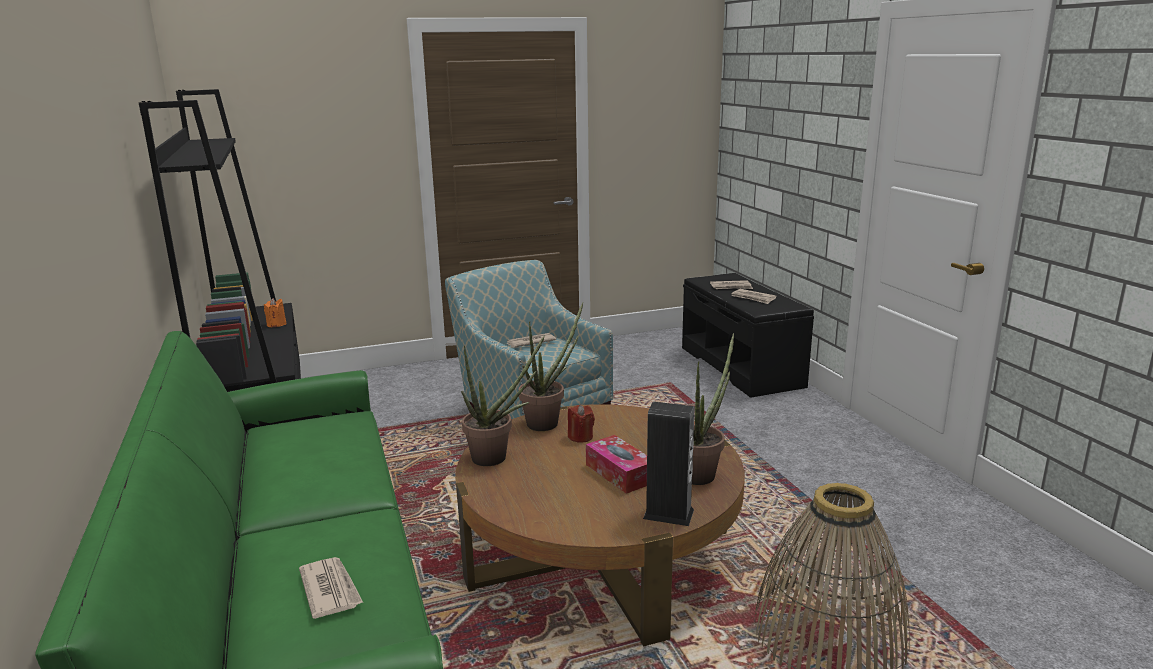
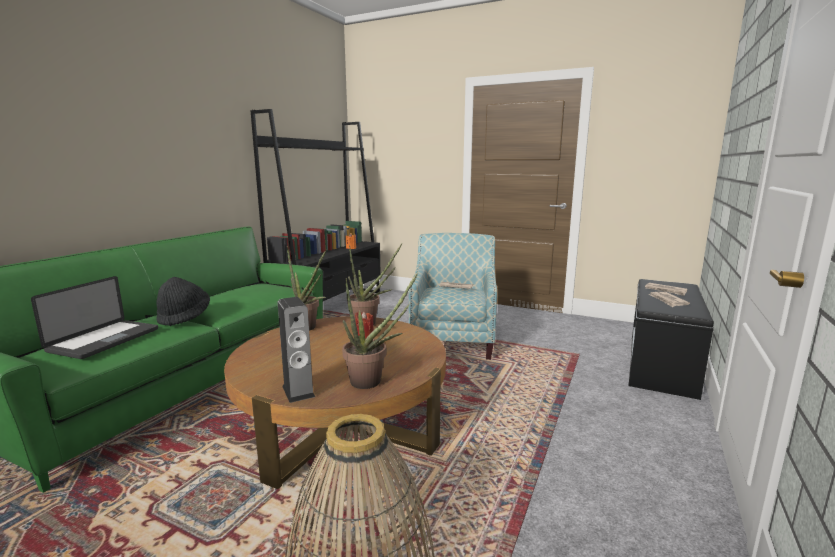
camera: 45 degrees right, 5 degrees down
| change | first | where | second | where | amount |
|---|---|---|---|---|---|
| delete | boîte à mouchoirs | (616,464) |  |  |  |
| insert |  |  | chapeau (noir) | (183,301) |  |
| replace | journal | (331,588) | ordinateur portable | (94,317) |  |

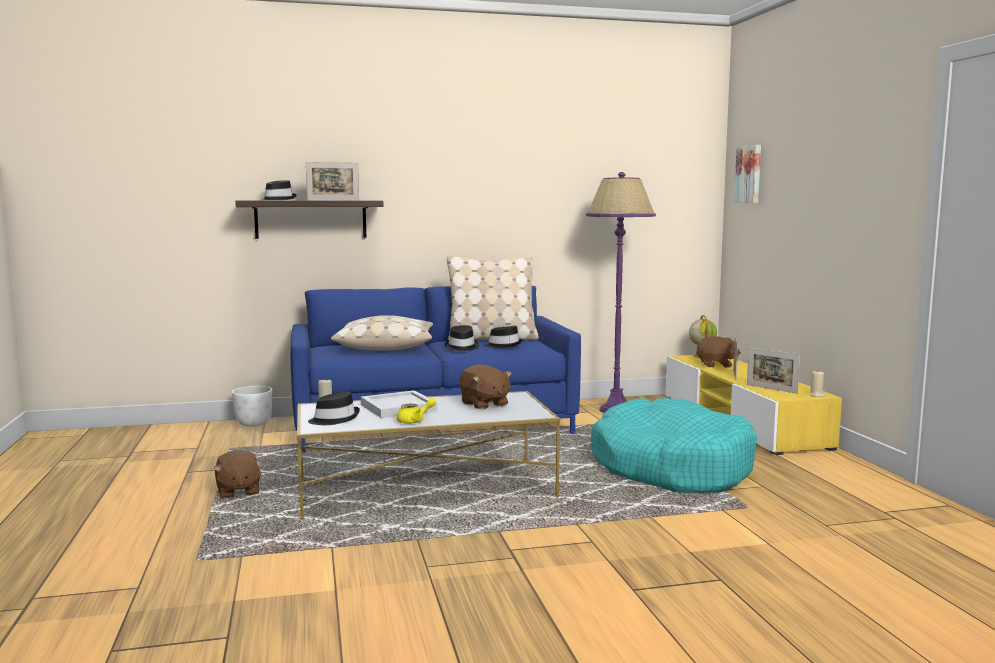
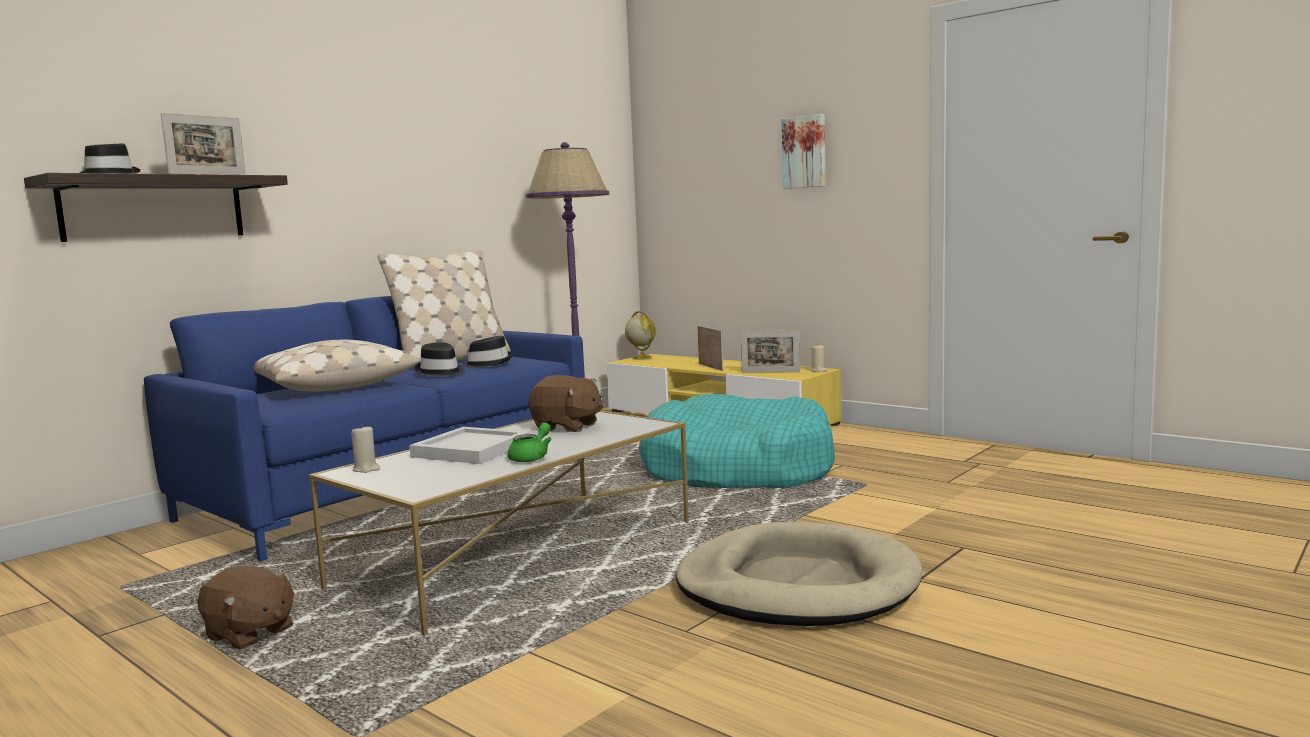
camera: 35 degrees left, 0 degrees up
| change | first | where | second | where | amount |
|---|---|---|---|---|---|
| delete | cache-pot (blanc) | (252,406) |  |  |  |
| delete | chapeau (noir) | (334,408) |  |  |  |
| delete | peluche (marron) | (718,352) |  |  |  |
| insert |  |  | panier pour chien (beige) | (799,574) |  |
| move | tableau | (747,174) |  | (803,151) |  |
| recolor | théière (jaune) | (416,411) | théière (vert) | (529,442) |  |

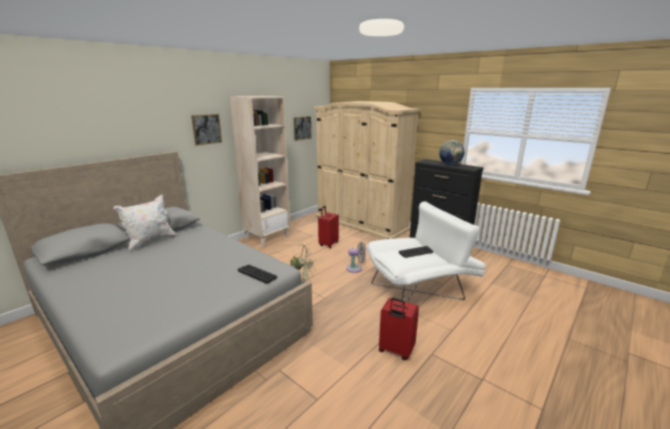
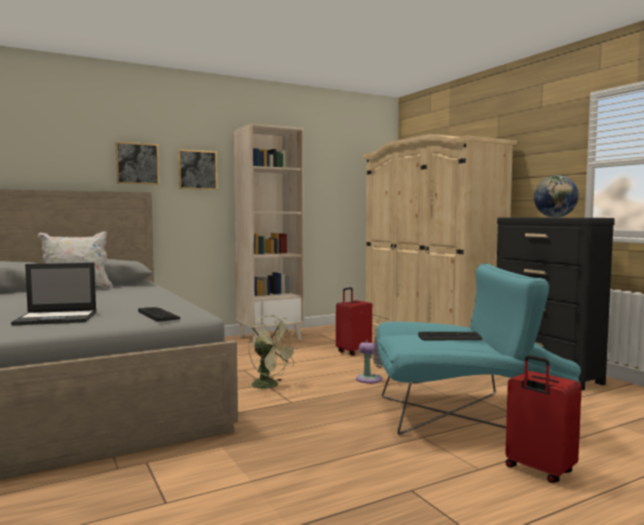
camera: 20 degrees right, 15 degrees down
| change | first | where | second | where | amount |
|---|---|---|---|---|---|
| insert |  |  | ordinateur portable | (53,294) |  |
| move | tableau | (302,128) |  | (137,163) |  |
| move | valise (rouge) | (399,329) |  | (543,419) |  |
| recolor | fauteuil (blanc) | (426,252) | fauteuil (turquoise) | (478,349) |  |

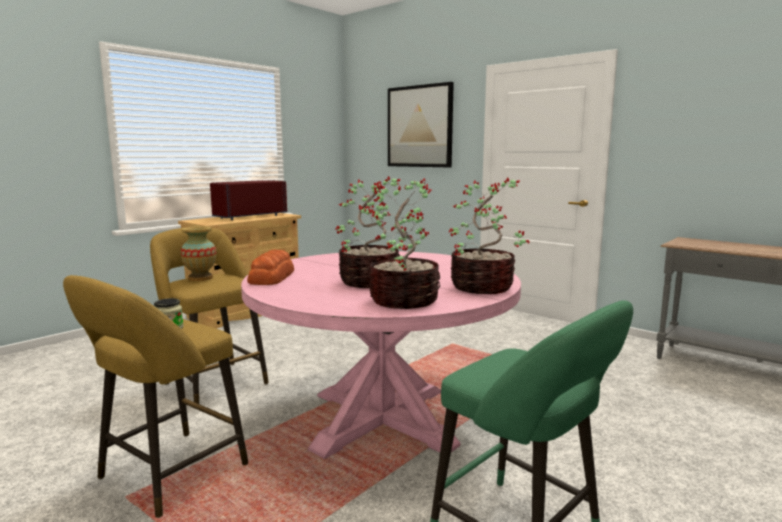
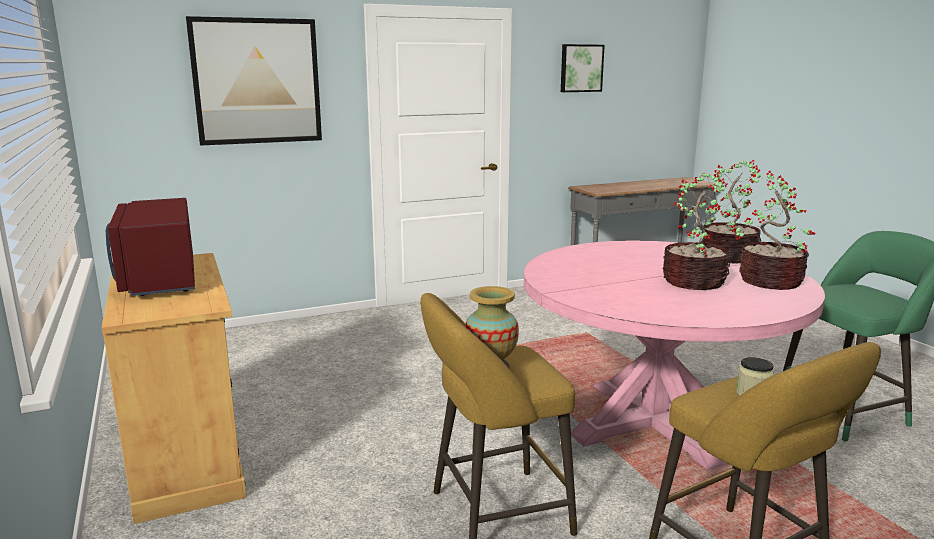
camera: 65 degrees left, 5 degrees up
| change | first | where | second | where | amount |
|---|---|---|---|---|---|
| delete | pain | (270,267) |  |  |  |
| insert |  |  | tableau | (583,68) |  |

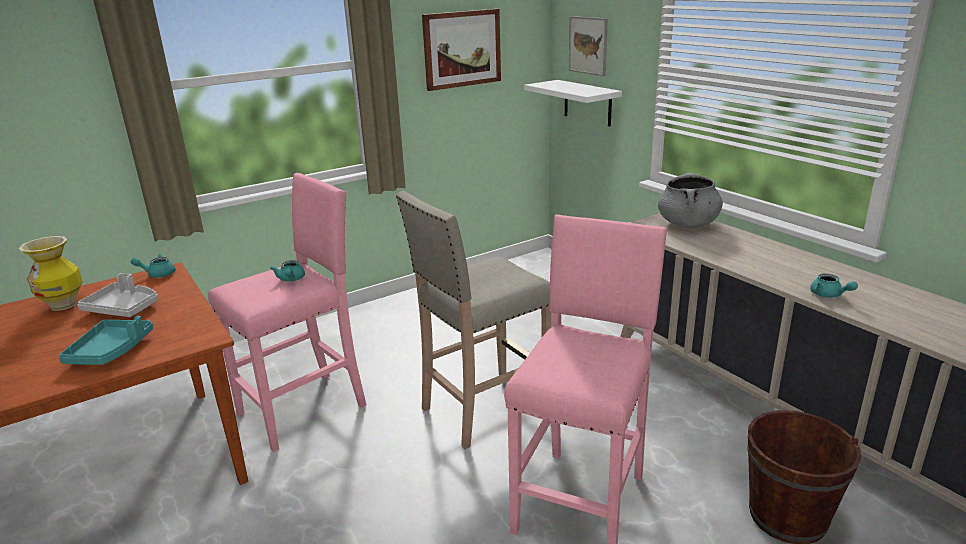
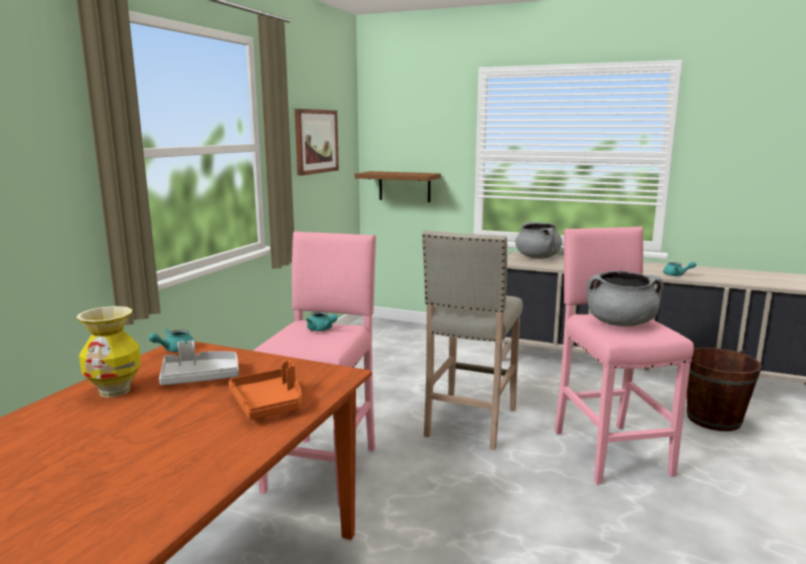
camera: 35 degrees left, 10 degrees down
| change | first | where | second | where | amount |
|---|---|---|---|---|---|
| delete | tableau | (588,46) |  |  |  |
| insert |  |  | marmite (gris) | (625,298) |  |
| recolor | plateau (turquoise) | (106,340) | plateau (orange) | (265,390) |  |
| recolor | étagère (blanc) | (573,103) | étagère (marron) | (398,186) |  |

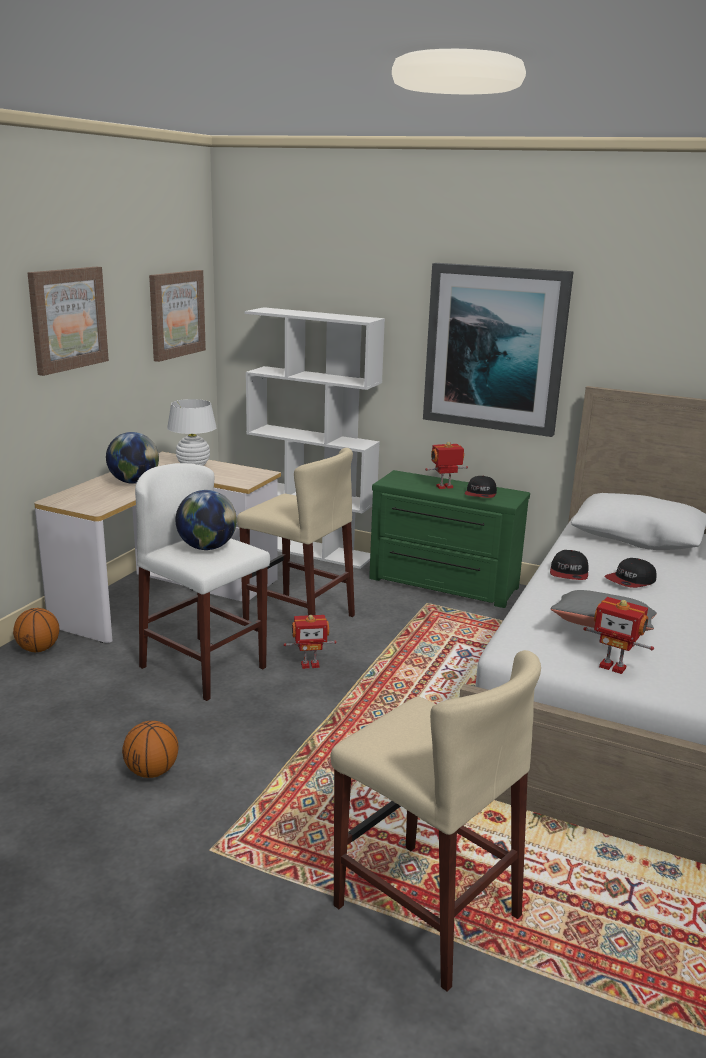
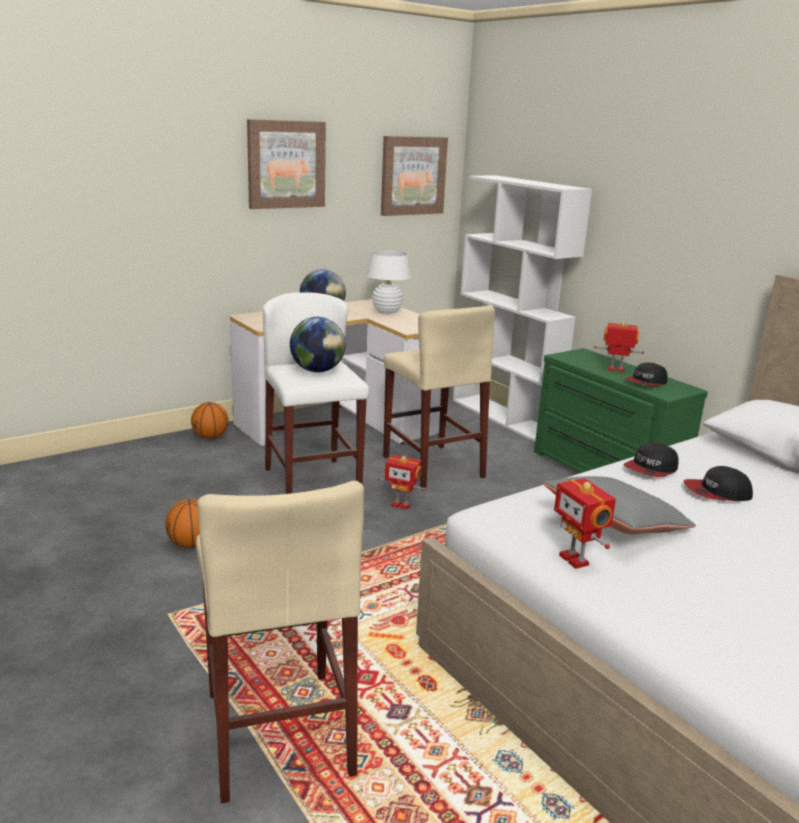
camera: 30 degrees right, 0 degrees up
| change | first | where | second | where | amount |
|---|---|---|---|---|---|
| delete | tableau | (498,350) |  |  |  |

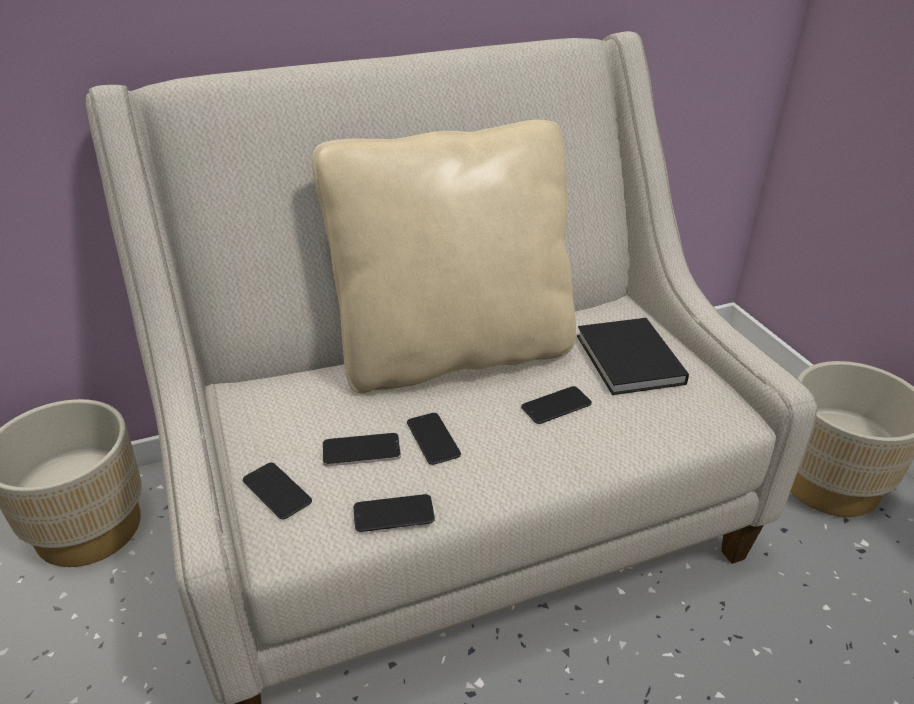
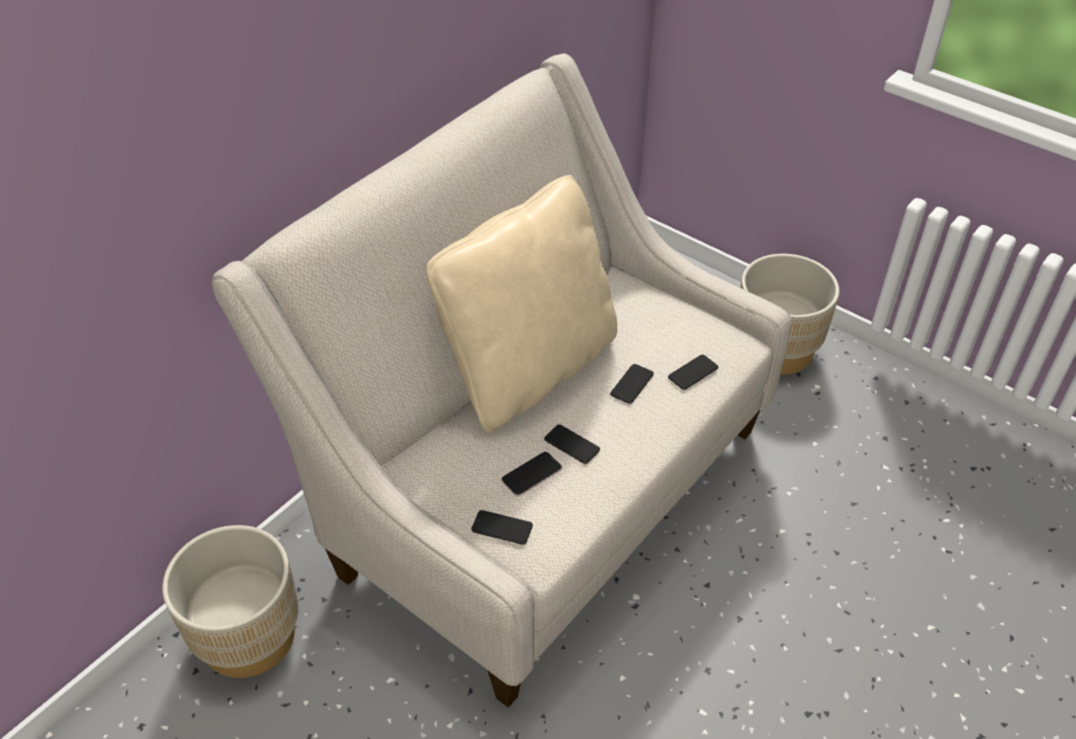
camera: 30 degrees left, 10 degrees up
| change | first | where | second | where | amount |
|---|---|---|---|---|---|
| delete | livre (noir) | (633,356) |  |  |  |
| move | téléphone | (394,513) |  | (693,372) |  |

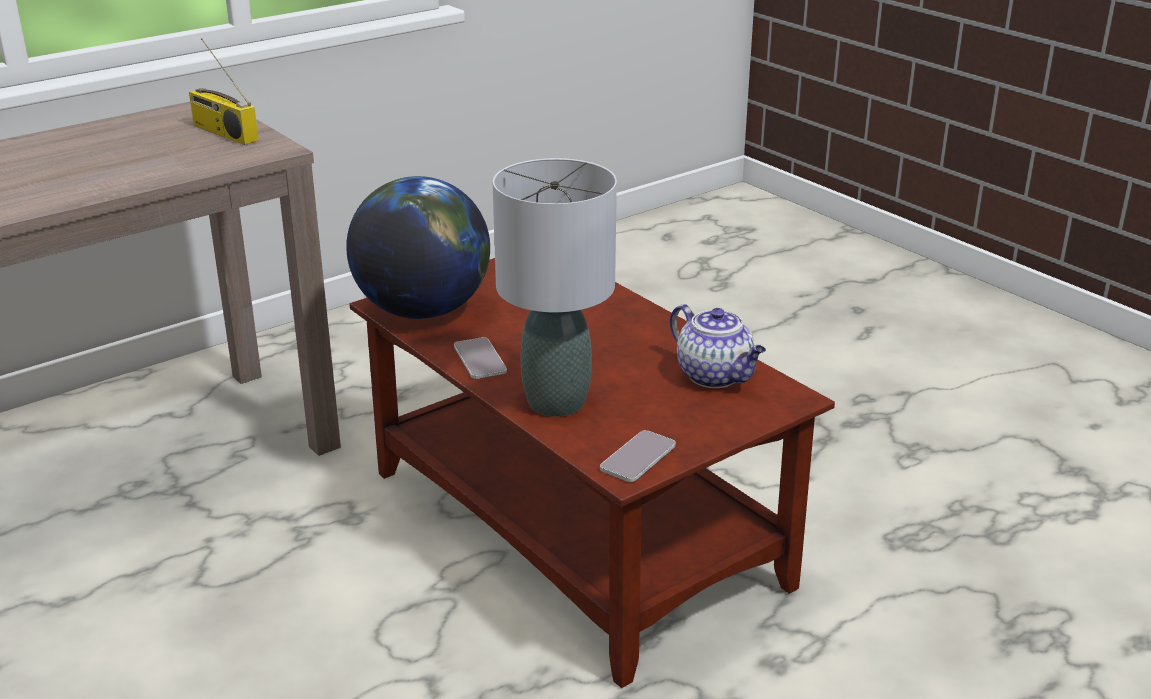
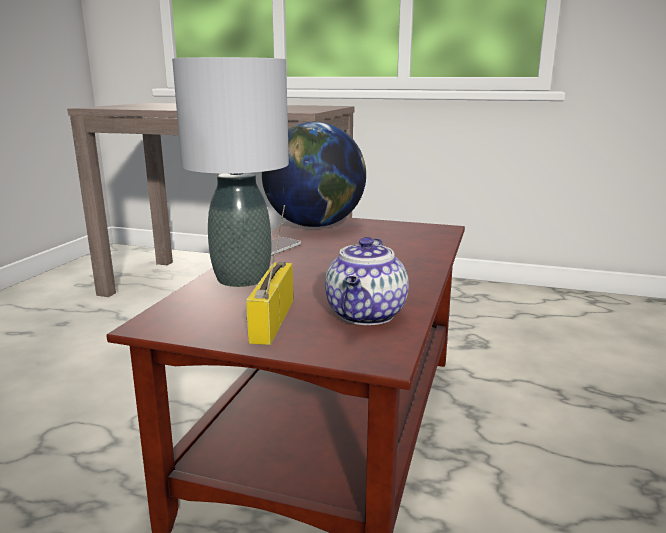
camera: 55 degrees right, 10 degrees down
| change | first | where | second | where | amount |
|---|---|---|---|---|---|
| delete | téléphone | (638,456) |  |  |  |
| move | radio | (224,91) |  | (269,275) |  |

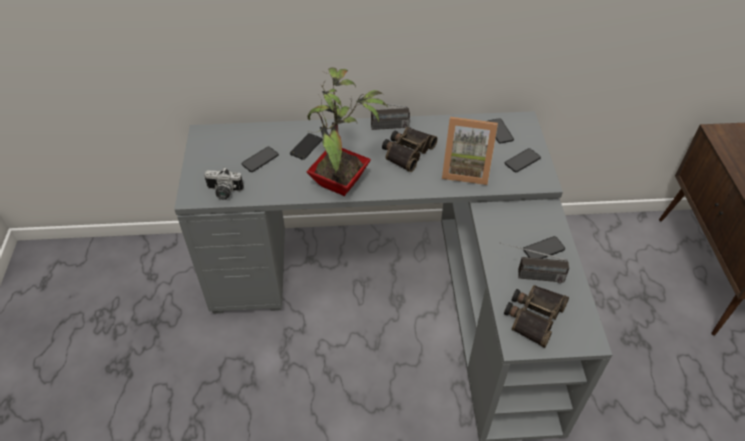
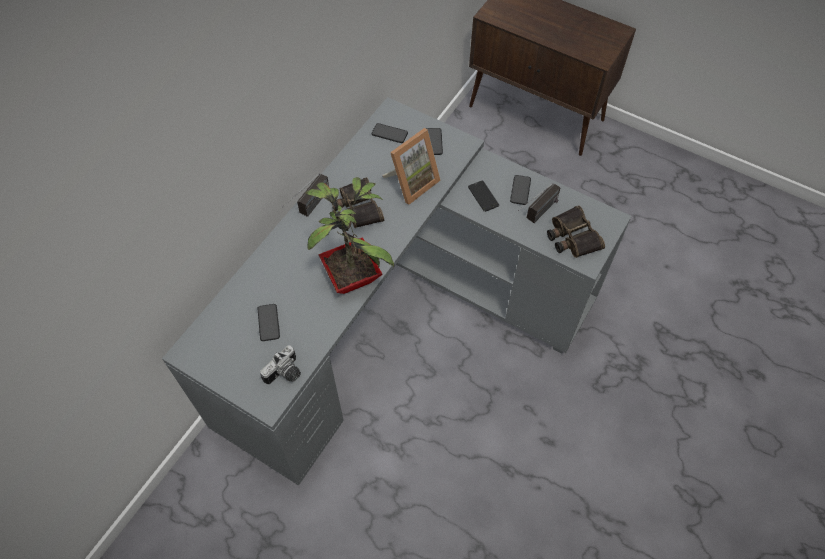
camera: 55 degrees left, 10 degrees up
| change | first | where | second | where | amount |
|---|---|---|---|---|---|
| move | téléphone | (306,146) |  | (483,196) |  |

